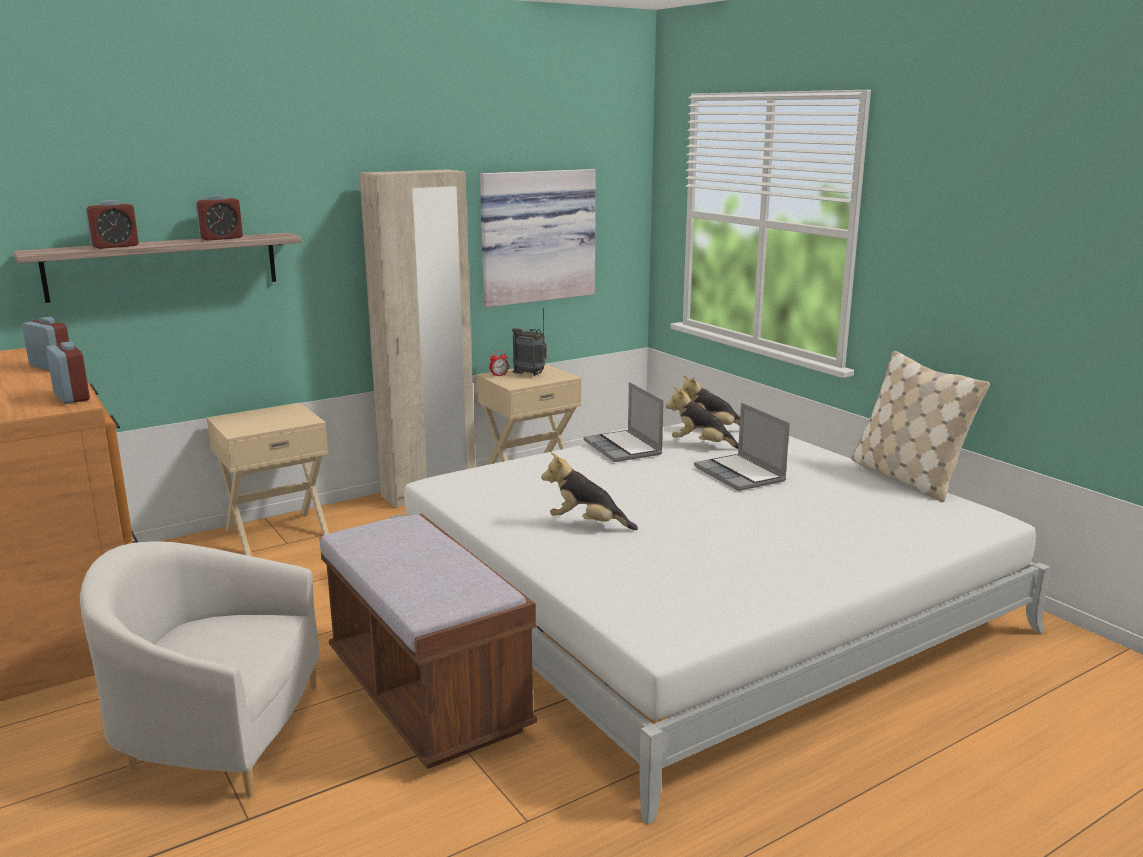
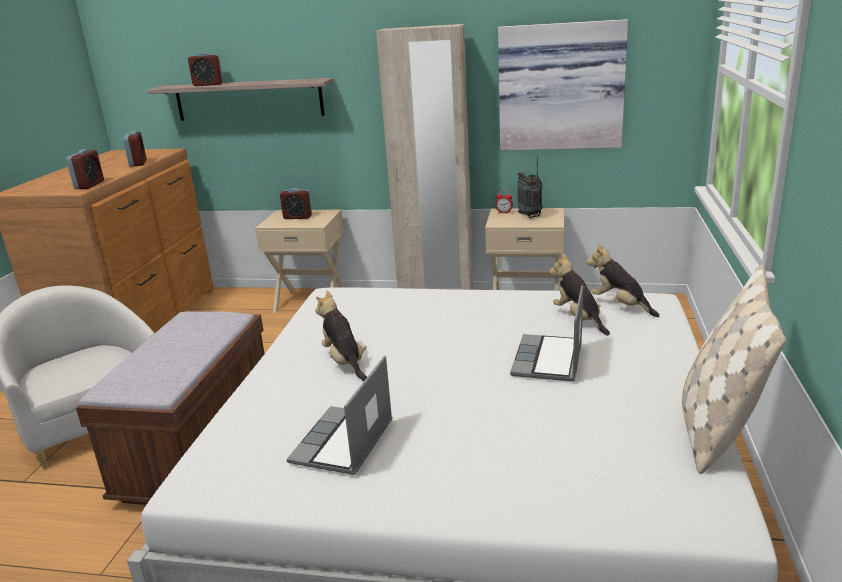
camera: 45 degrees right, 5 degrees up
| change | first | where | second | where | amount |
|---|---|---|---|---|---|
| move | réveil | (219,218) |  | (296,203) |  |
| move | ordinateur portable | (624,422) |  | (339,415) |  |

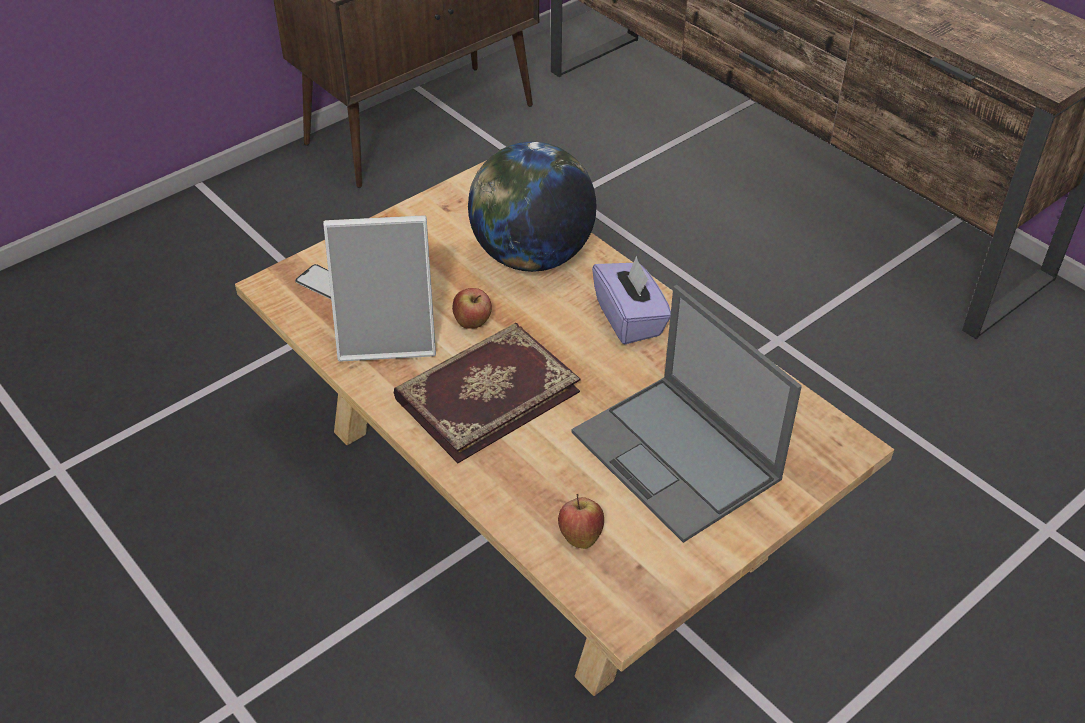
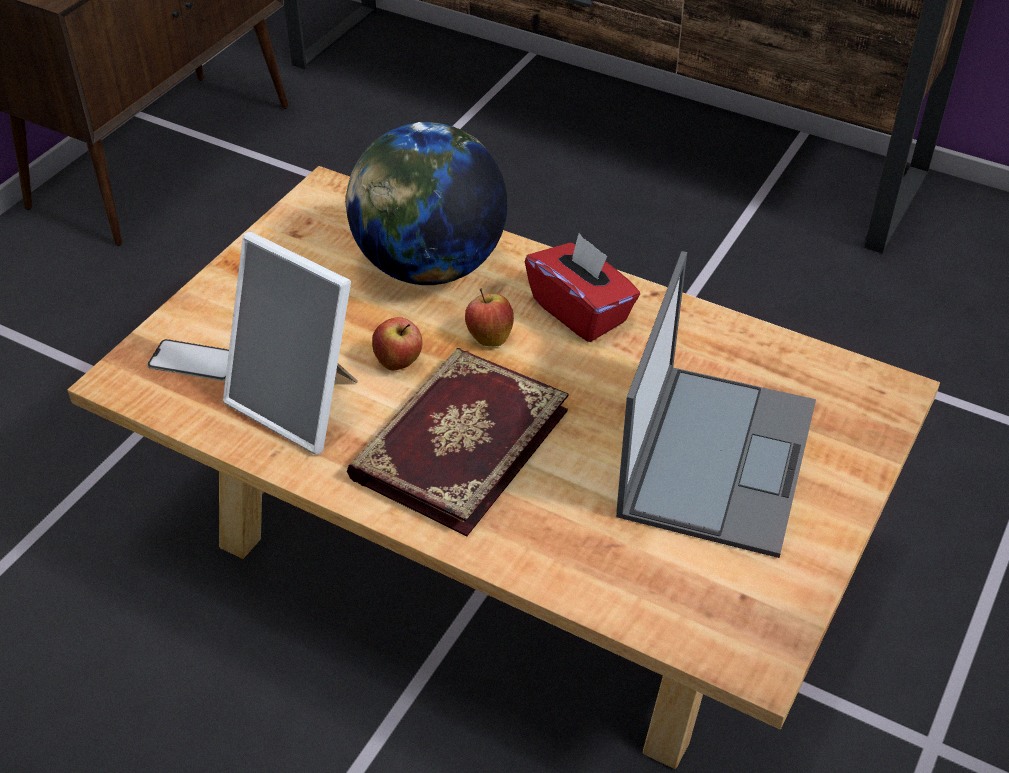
camera: 20 degrees left, 0 degrees up
| change | first | where | second | where | amount |
|---|---|---|---|---|---|
| move | pomme | (581,521) |  | (489,317) |  |
| recolor | boîte à mouchoirs (violet) | (631,300) | boîte à mouchoirs (rouge) | (582,287) |  |
| rotate | cadre photo | (379,288) |  | (290,343) | 60 degrees clockwise |
| rotate | ordinateur portable | (687,414) |  | (716,404) | 105 degrees counterclockwise |

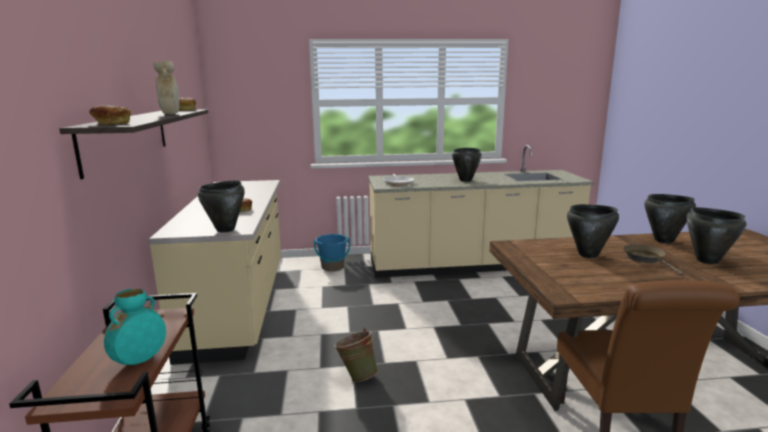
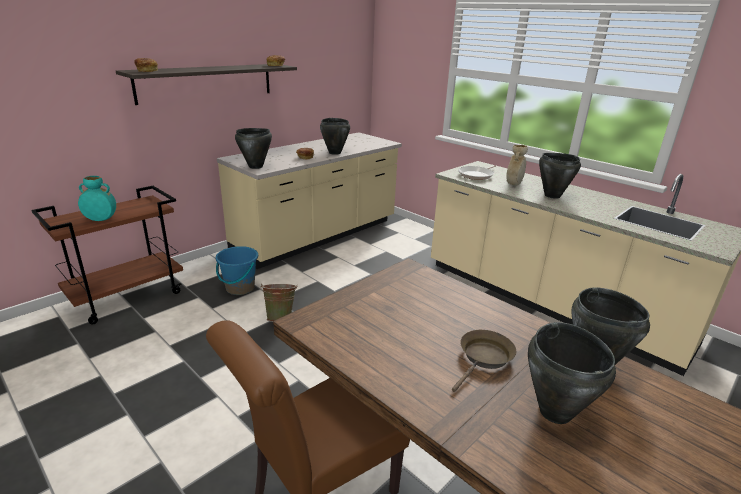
camera: 50 degrees right, 10 degrees up
| change | first | where | second | where | amount |
|---|---|---|---|---|---|
| move | vase (beige) | (166,87) |  | (517,165) |  |
| move | seau (bleu) | (331,252) |  | (237,270) |  |
| move | marmite (noir) | (593,231) |  | (335,136) |  |

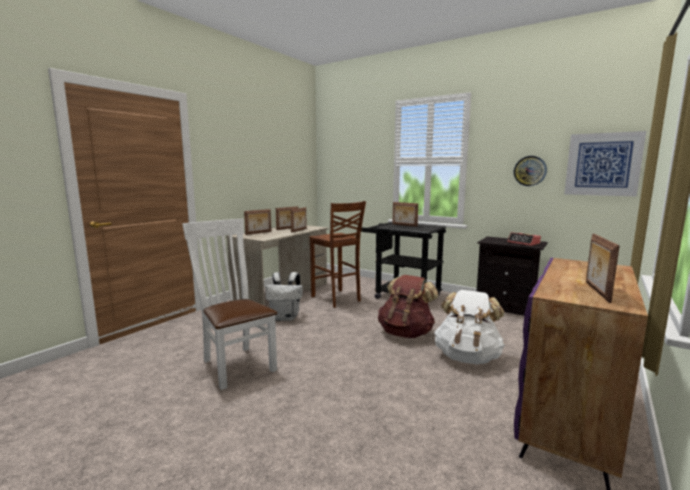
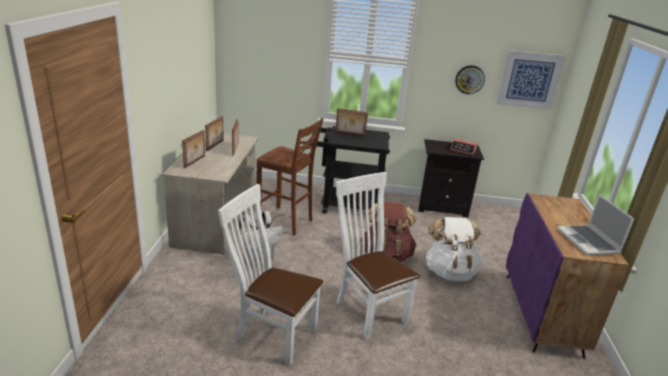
camera: 30 degrees left, 15 degrees up
| change | first | where | second | where | amount |
|---|---|---|---|---|---|
| insert |  |  | chaise (blanc) | (378,256) |  |
| replace | cadre photo | (603,268) | ordinateur portable | (595,224) |  |

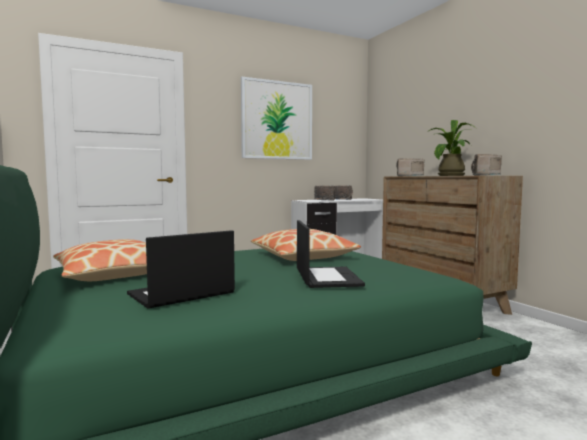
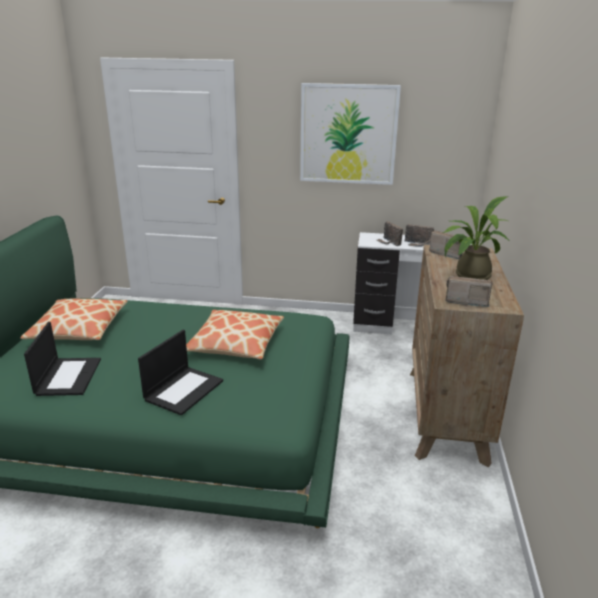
camera: 35 degrees right, 20 degrees up
| change | first | where | second | where | amount |
|---|---|---|---|---|---|
| rotate | ordinateur portable | (181,269) |  | (62,359) | 90 degrees clockwise |

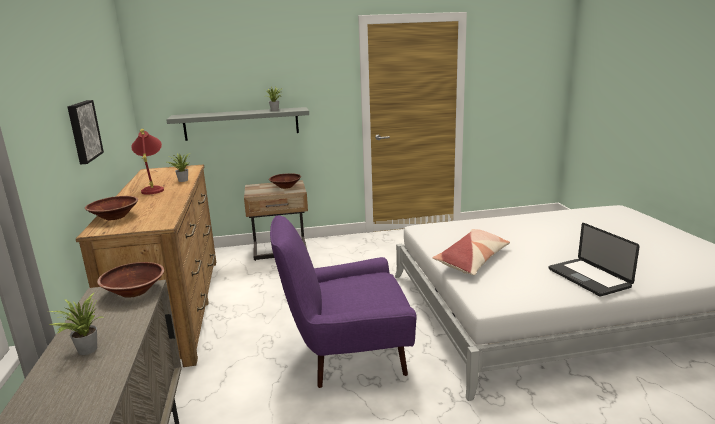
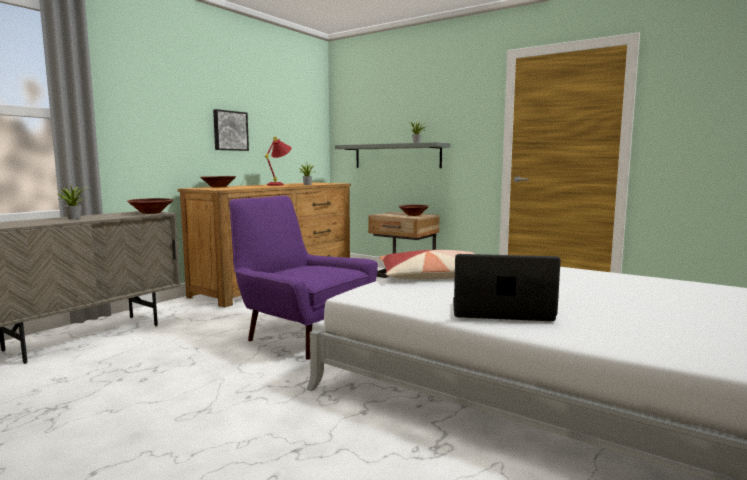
camera: 45 degrees right, 10 degrees down
| change | first | where | second | where | amount |
|---|---|---|---|---|---|
| rotate | ordinateur portable | (594,259) |  | (507,287) | 75 degrees clockwise |

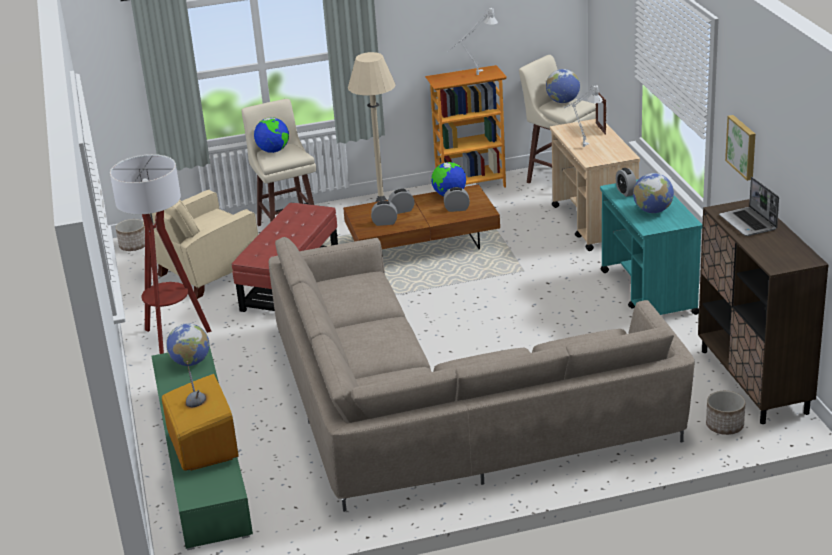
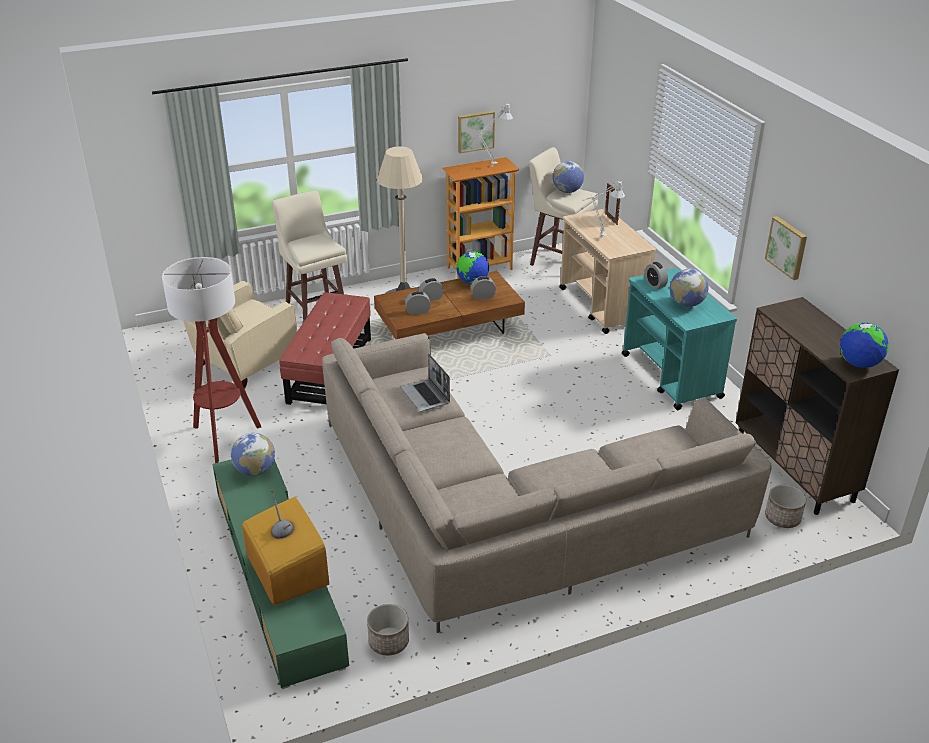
camera: 10 degrees left, 5 degrees up
| change | first | where | second | where | amount |
|---|---|---|---|---|---|
| insert |  |  | tableau | (476,132) |  |
| move | cache-pot | (130,235) |  | (388,630) |  |
| move | globe | (271,135) |  | (864,345) |  |
| move | ordinateur portable | (749,206) |  | (425,383) |  |

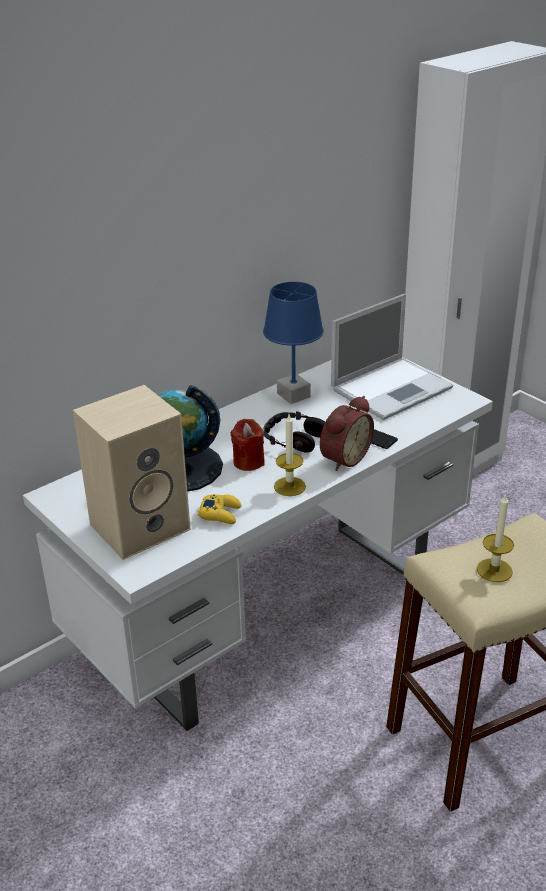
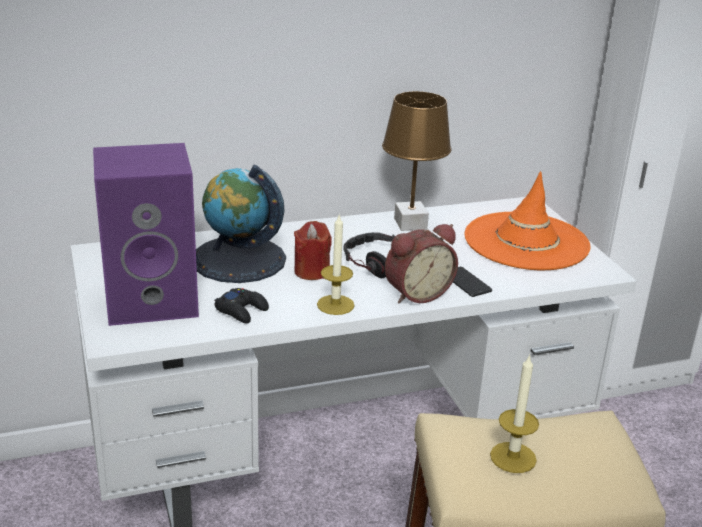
camera: 20 degrees right, 5 degrees down
| change | first | where | second | where | amount |
|---|---|---|---|---|---|
| replace | ordinateur portable | (392,357) | chapeau (orange) | (527,220) |  |
| recolor | enceinte (beige) | (131,472) | enceinte (violet) | (146,234) |  |
| recolor | manette (jaune) | (219,509) | manette (noir) | (241,306) |  |
| recolor | lampe de table (bleu) | (293,343) | lampe de table (marron) | (416,161) |  |

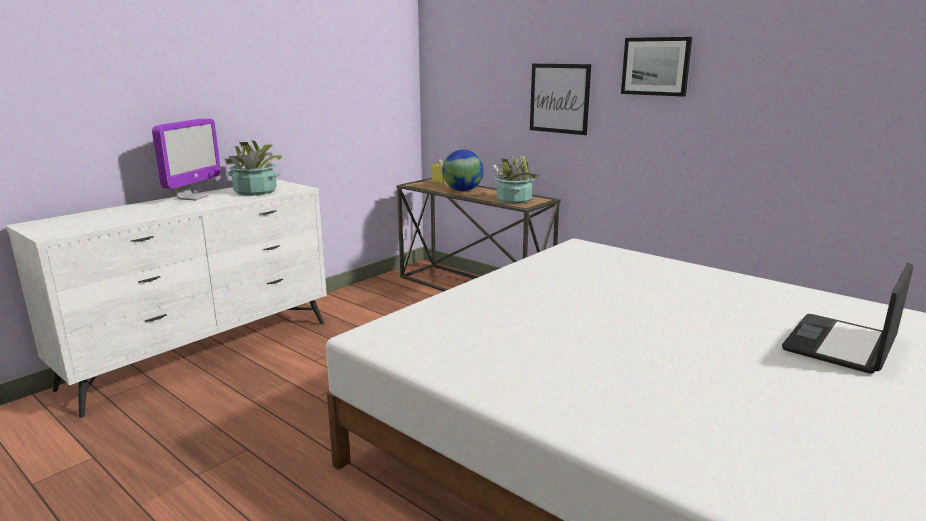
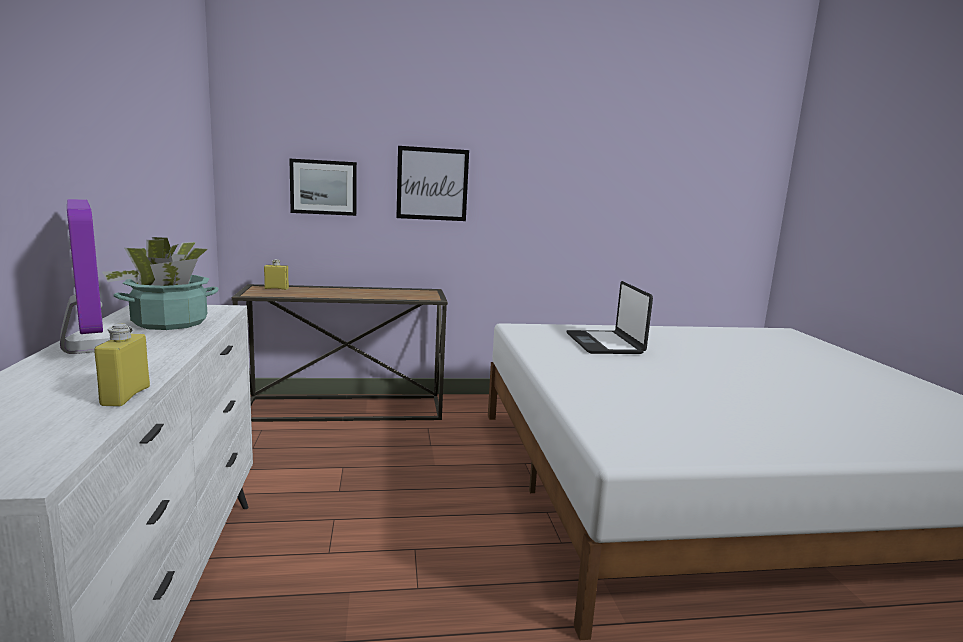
camera: 50 degrees left, 5 degrees down
| change | first | where | second | where | amount |
|---|---|---|---|---|---|
| delete | globe | (463,170) |  |  |  |
| delete | plante en pot | (516,180) |  |  |  |
| insert |  |  | bouteille (jaune) | (122,365) |  |
| move | tableau | (656,67) |  | (323,187) |  |
| move | ordinateur portable | (847,318) |  | (609,317) |  |

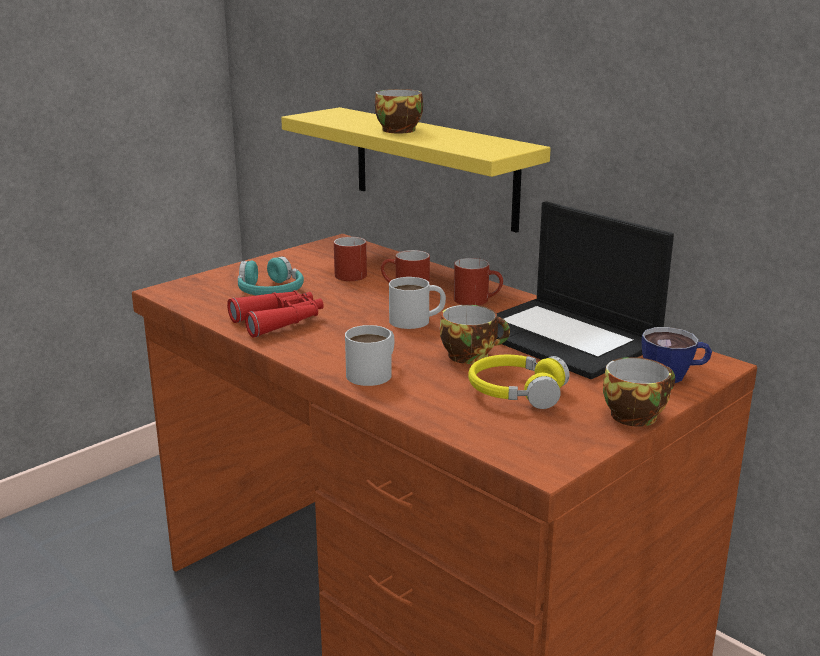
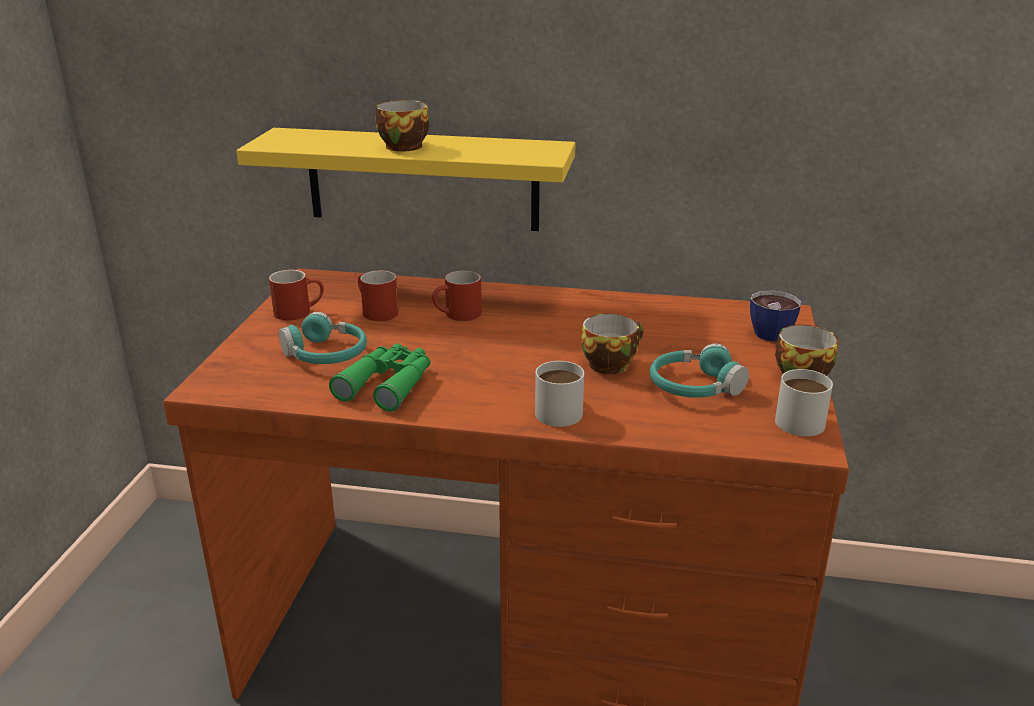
camera: 35 degrees left, 5 degrees up
| change | first | where | second | where | amount |
|---|---|---|---|---|---|
| delete | ordinateur portable | (585,290) |  |  |  |
| move | mug (blanc) | (417,303) |  | (804,402) |  |
| move | mug (rouge) | (478,281) |  | (296,295) |  |
| recolor | jumelles (rouge) | (275,314) | jumelles (vert) | (379,378) |  |
| recolor | casque audio (jaune) | (518,382) | casque audio (turquoise) | (699,370) |  |

